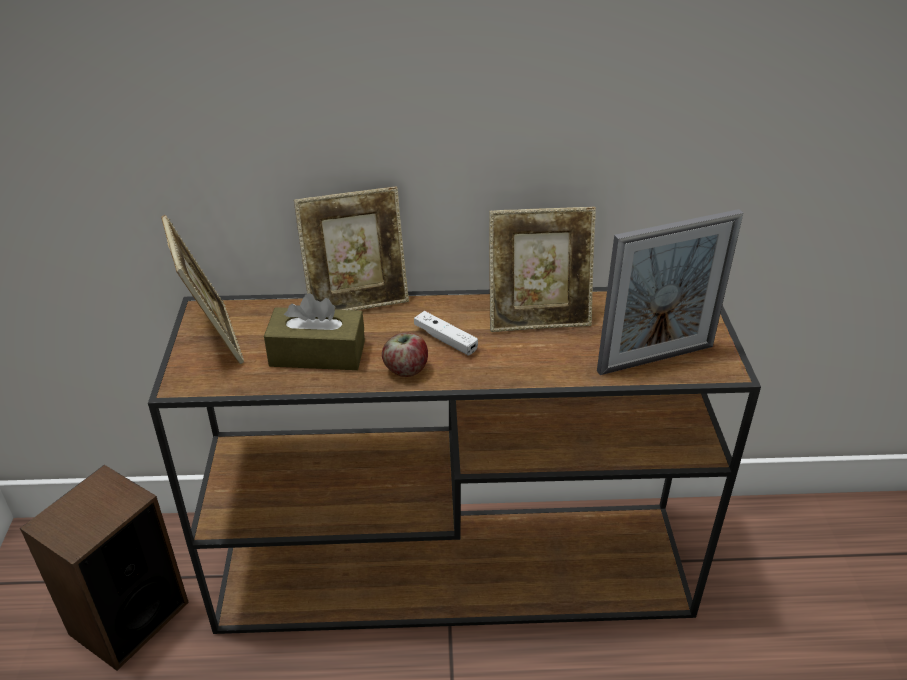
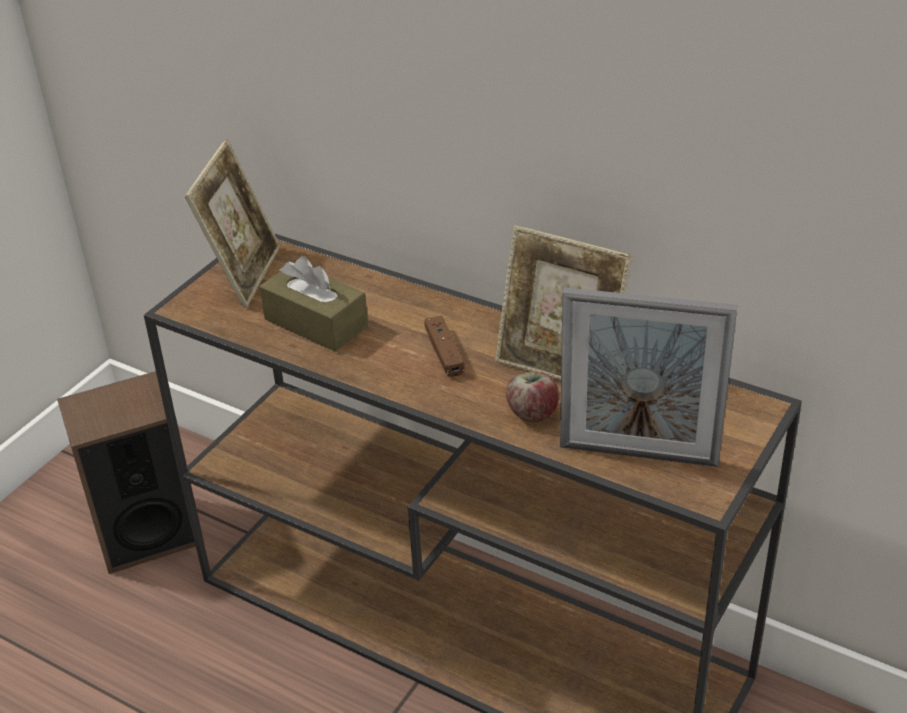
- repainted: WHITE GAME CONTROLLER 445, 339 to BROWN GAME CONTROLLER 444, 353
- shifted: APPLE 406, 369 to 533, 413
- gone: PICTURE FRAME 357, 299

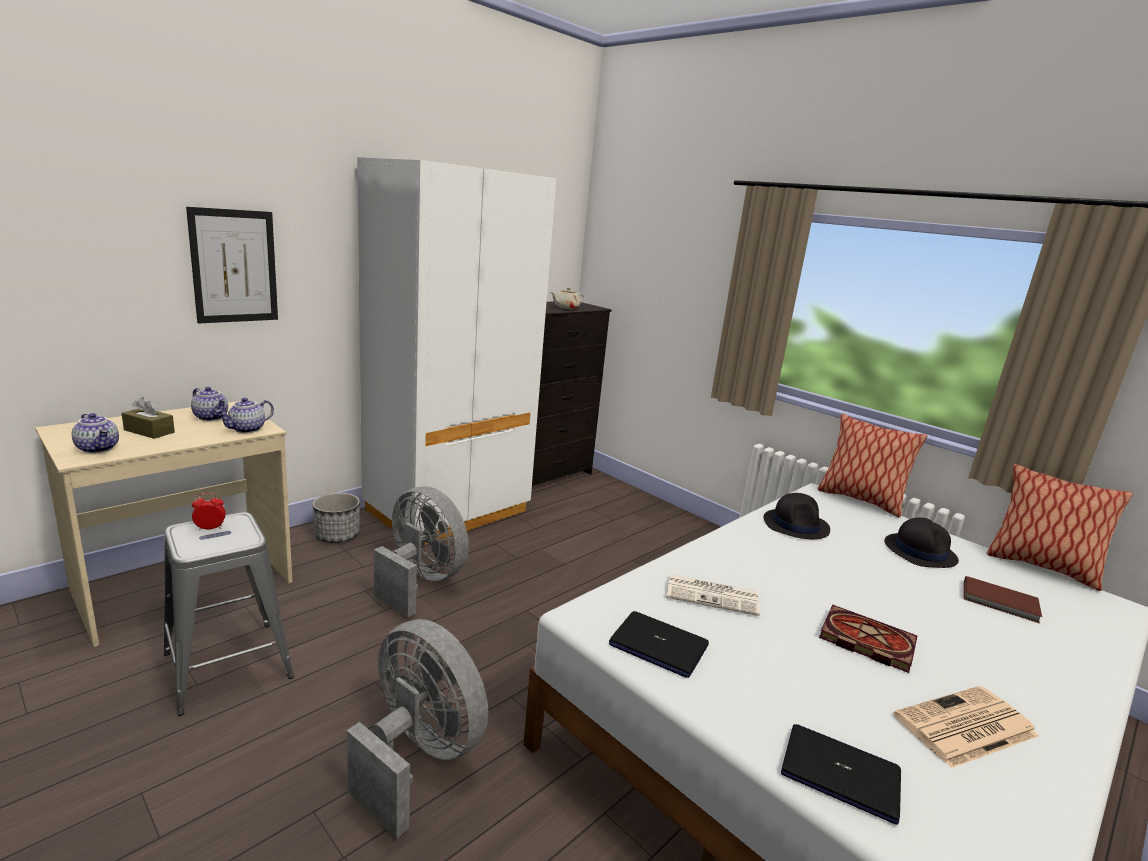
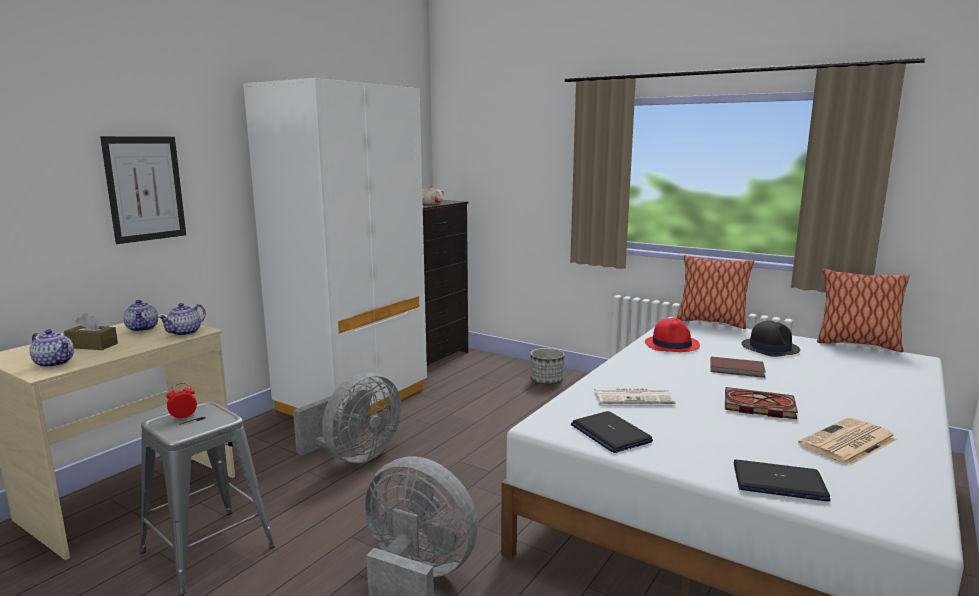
- rotated: TEAPOT 212, 417 = 143, 329 45 degrees clockwise
- rotated: GREY FAN 420, 582 = 355, 456 105 degrees clockwise
- shifted: PLANTER 337, 535 to 546, 380
- rotated: LAPTOP 658, 645 = 610, 433 45 degrees clockwise
- repainted: BLACK HAT 796, 525 to RED HAT 672, 344
- shifted: BROWN BOOK 1001, 602 to 737, 369

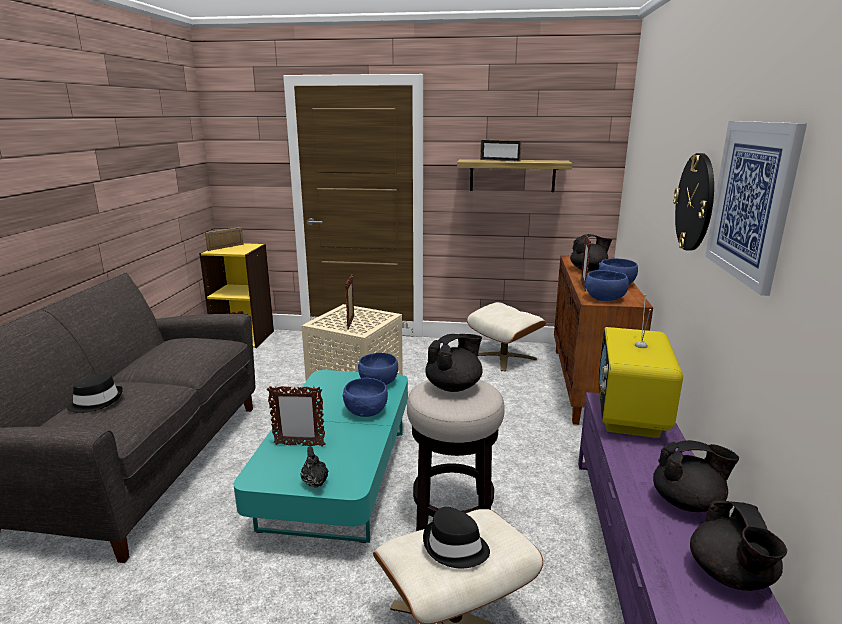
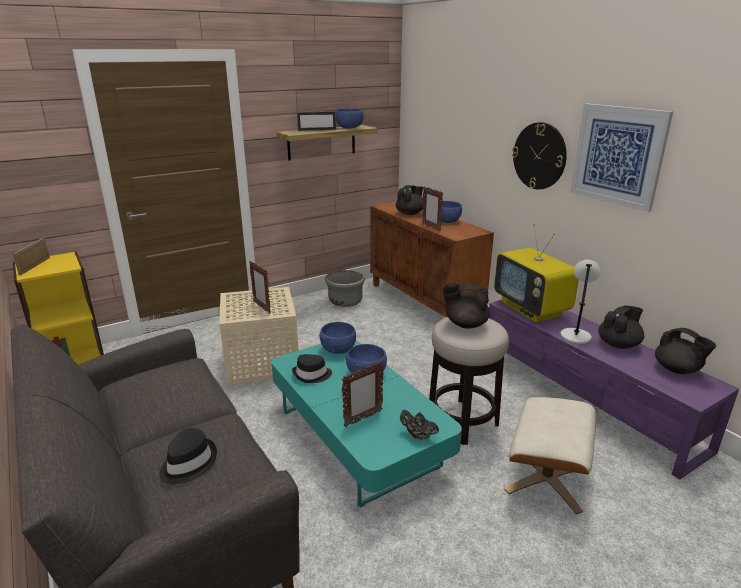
- shifted: BLACK HAT 455, 547 to 312, 375
- swapped: BEIGE OTTOMAN 504, 357 to GREY PLANTER 345, 301
- shifted: BLUE BOWL 605, 299 to 350, 128
- rotated: BLACK TEAPOT 454, 387 = 465, 324 90 degrees counterclockwise
- new: GREY TABLE LAMP 575, 335

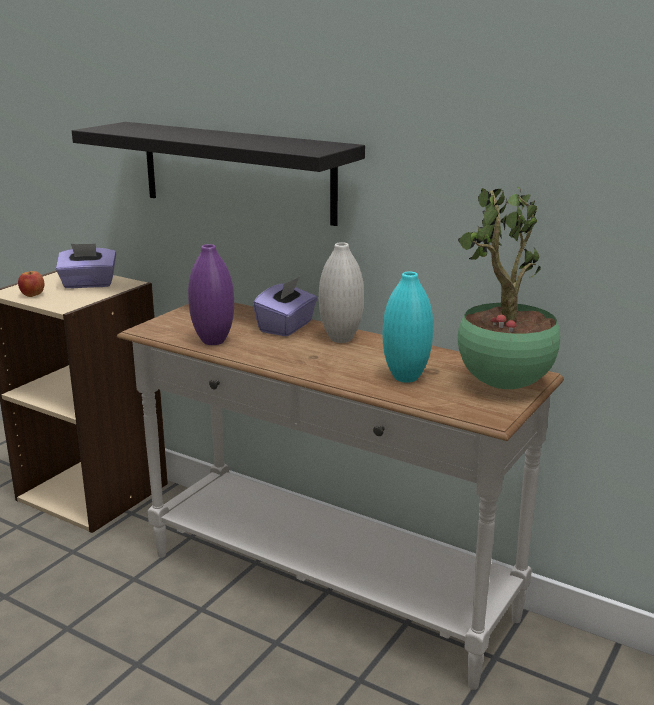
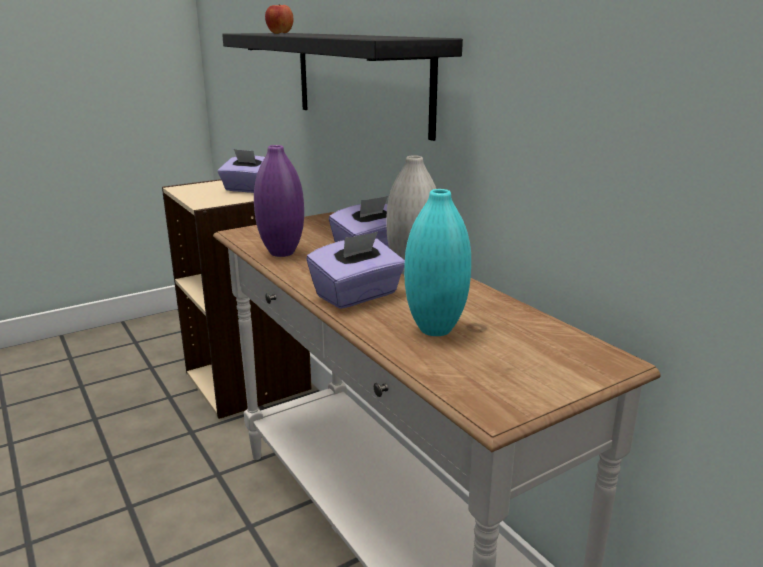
- shifted: APPLE 32, 295 to 280, 33
- new: PURPLE TISSUE BOX 357, 295
- gone: POTTED PLANT 503, 385

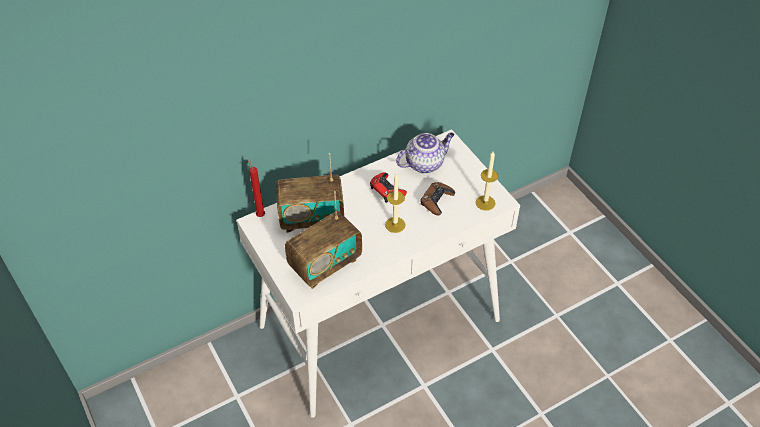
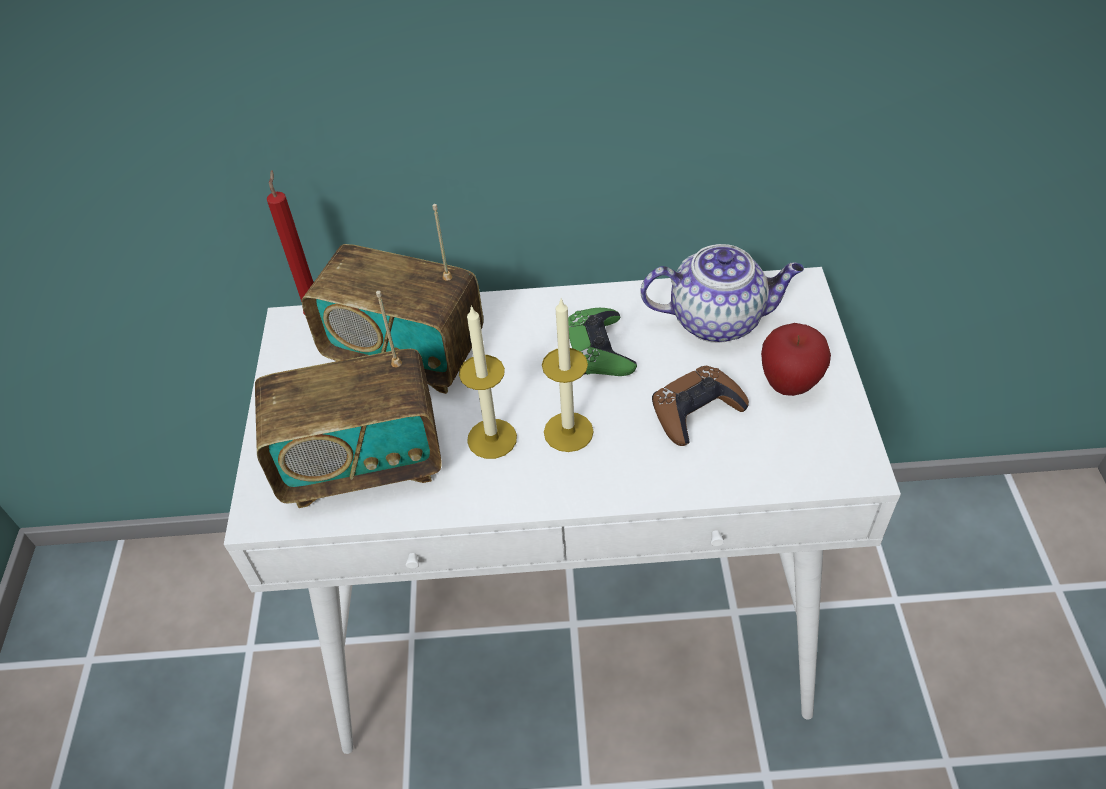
- shifted: CANDLE 485, 203 to 492, 438
- repainted: RED GAME CONTROLLER 387, 190 to GREEN GAME CONTROLLER 599, 350
- new: APPLE 789, 384

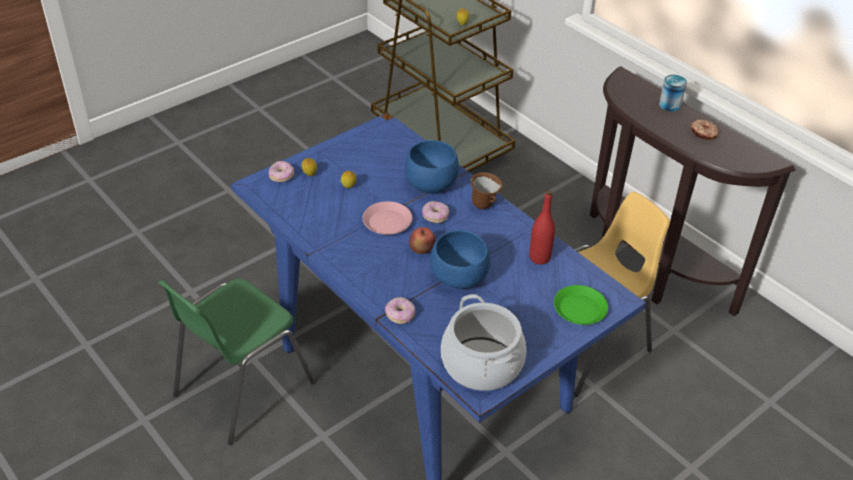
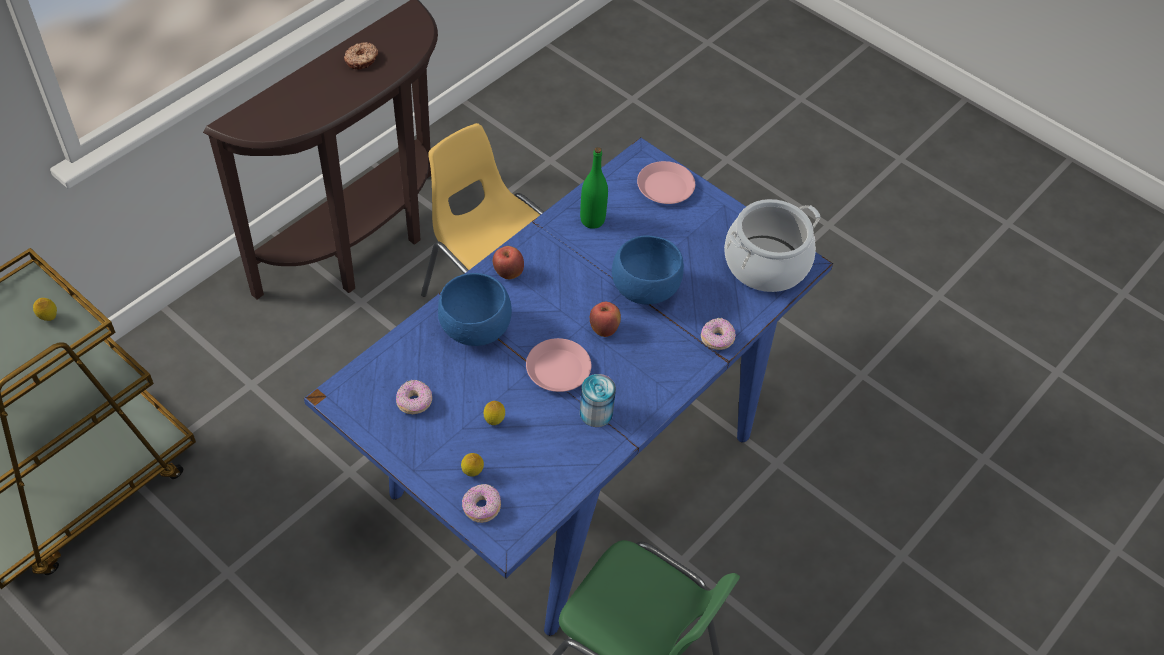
- shifted: DONUT 435, 217 to 414, 402
- swapped: BROWN MUG 484, 206 to APPLE 508, 273
- repainted: RED BOTTLE 539, 258 to GREEN BOTTLE 592, 220
- shifted: CAN 670, 105 to 596, 413
- repainted: GREEN PLATE 580, 309 to PINK PLATE 665, 187

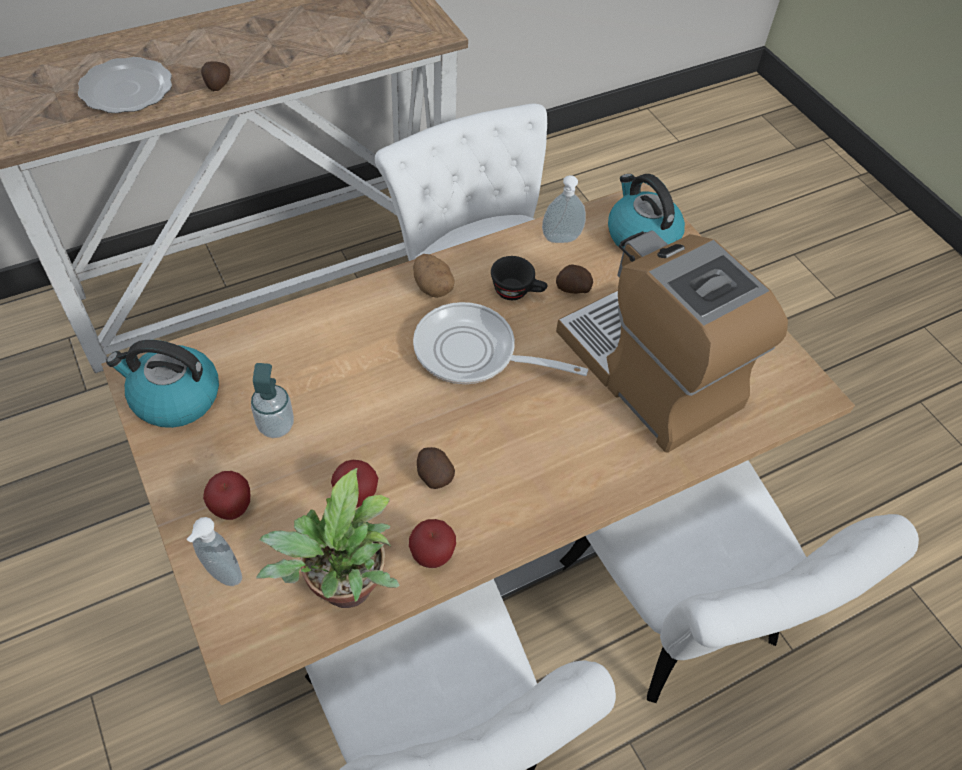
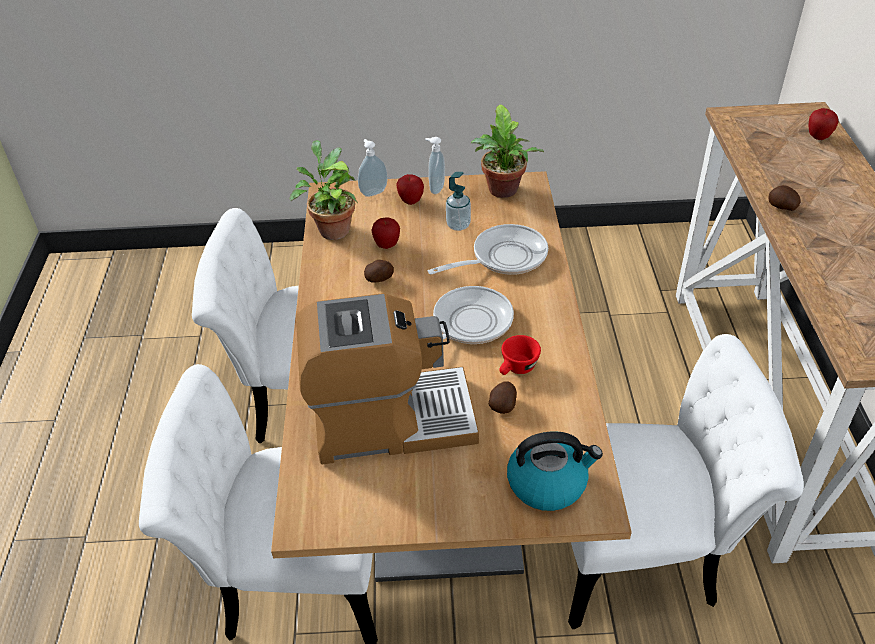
- shifted: SOAP DISPENSER 561, 240 to 435, 188
- new: FRYING PAN 503, 257
- swapped: KETTLE 174, 398 to POTTED PLANT 503, 192
- repainted: BLACK CUP 517, 291 to RED CUP 517, 369
- shifted: APPLE 432, 556 to 818, 137
- gone: PLATE 127, 88
- gone: POTATO 432, 286

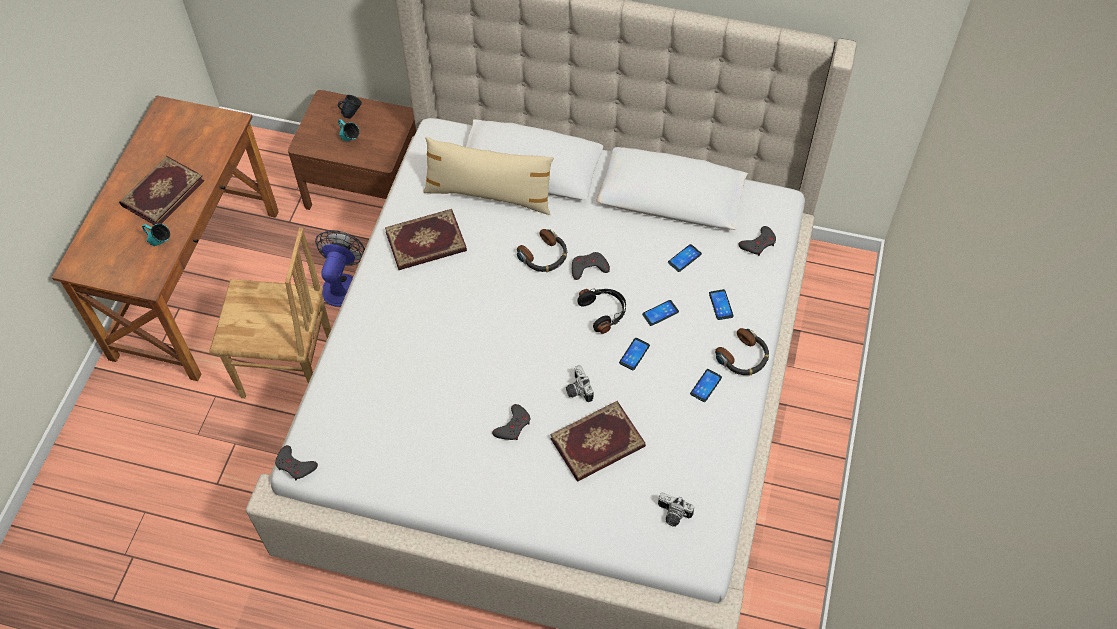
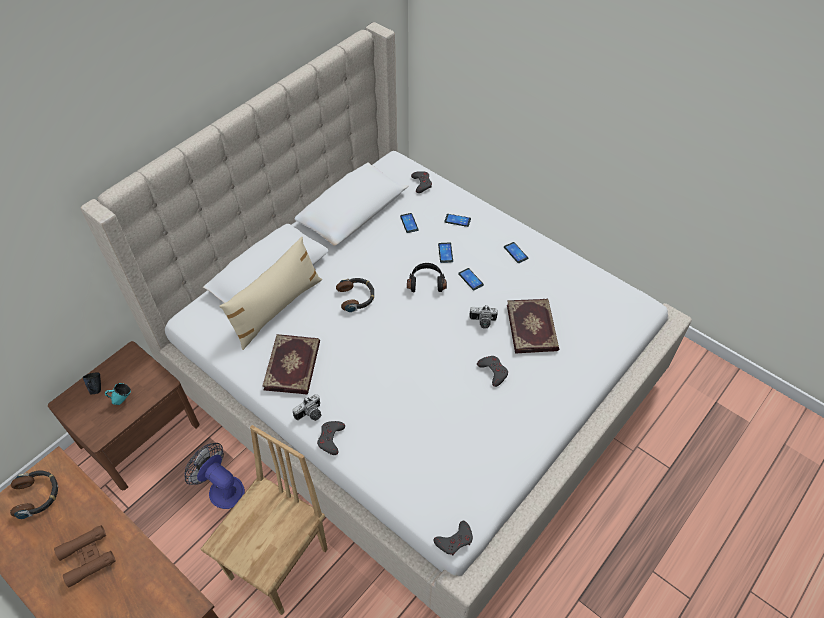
- shifted: HEADPHONES 743, 357 to 37, 495
- swapped: BOOK 162, 192 to BROWN BINOCULARS 87, 557
- shifted: PHOTO CAMERA 672, 515 to 310, 414
- shifted: GREY GAME CONTROLLER 588, 268 to 331, 439
- gone: TURQUOISE MUG 160, 243

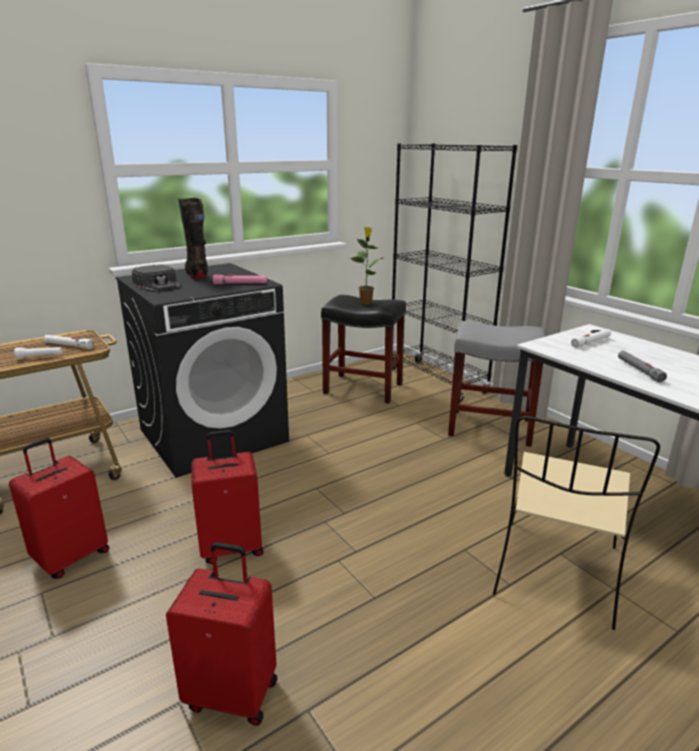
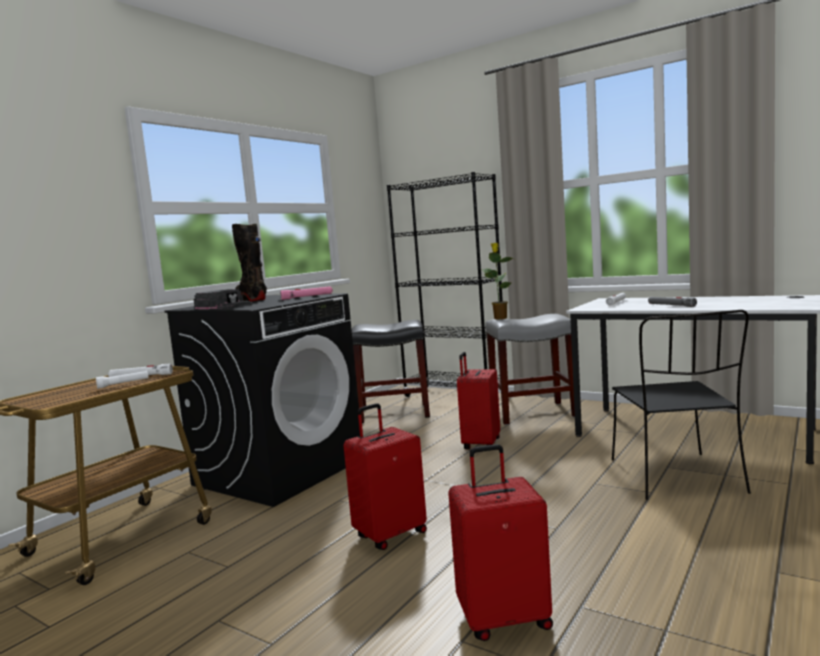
- shifted: RED SUITCASE 71, 557 to 480, 444
- shifted: POTTED PLANT 366, 303 to 500, 318
- repainted: BEIGE CHAIR 556, 573 to BLACK CHAIR 677, 477

